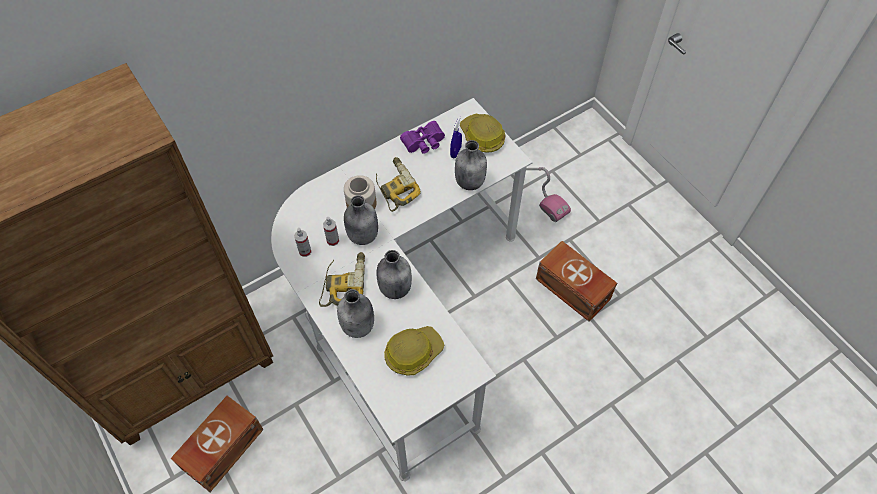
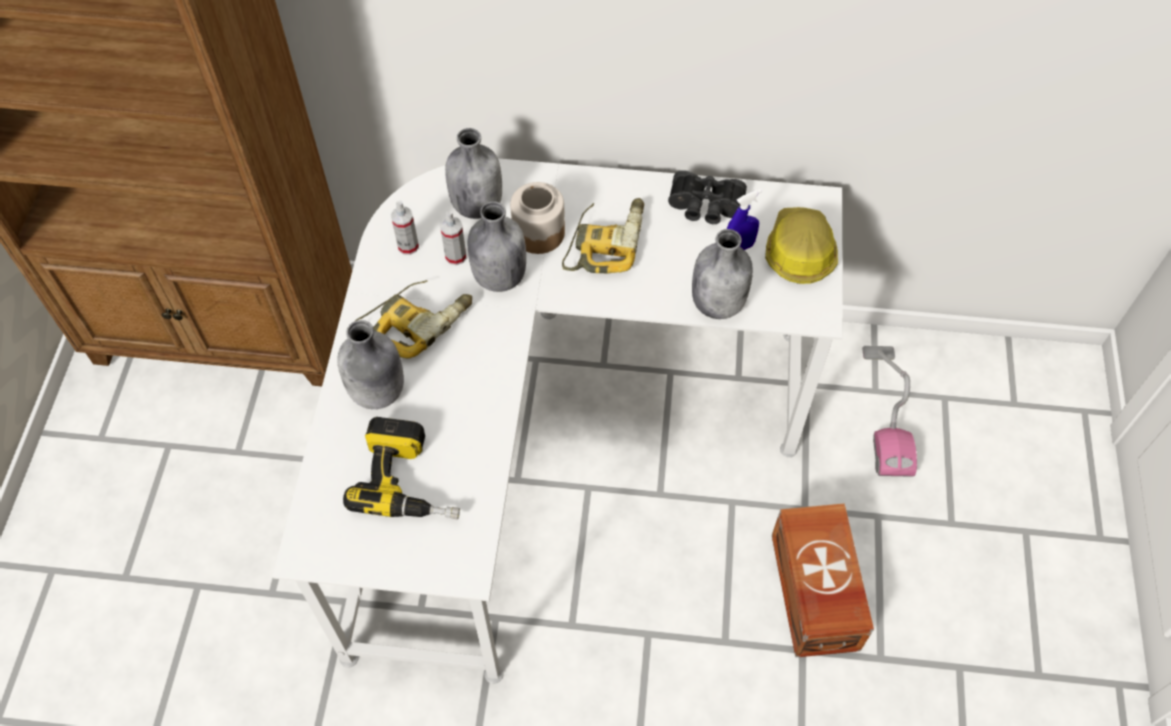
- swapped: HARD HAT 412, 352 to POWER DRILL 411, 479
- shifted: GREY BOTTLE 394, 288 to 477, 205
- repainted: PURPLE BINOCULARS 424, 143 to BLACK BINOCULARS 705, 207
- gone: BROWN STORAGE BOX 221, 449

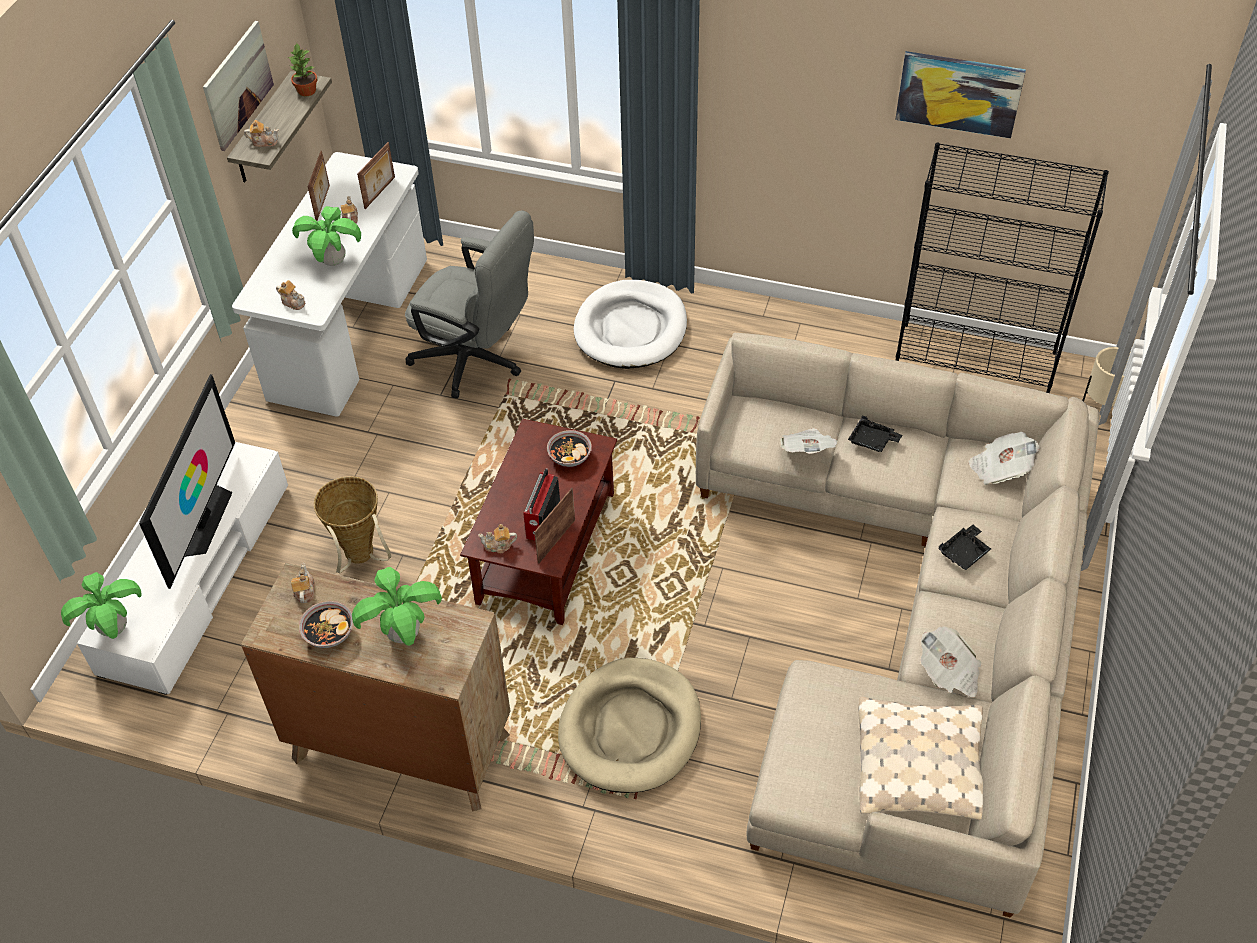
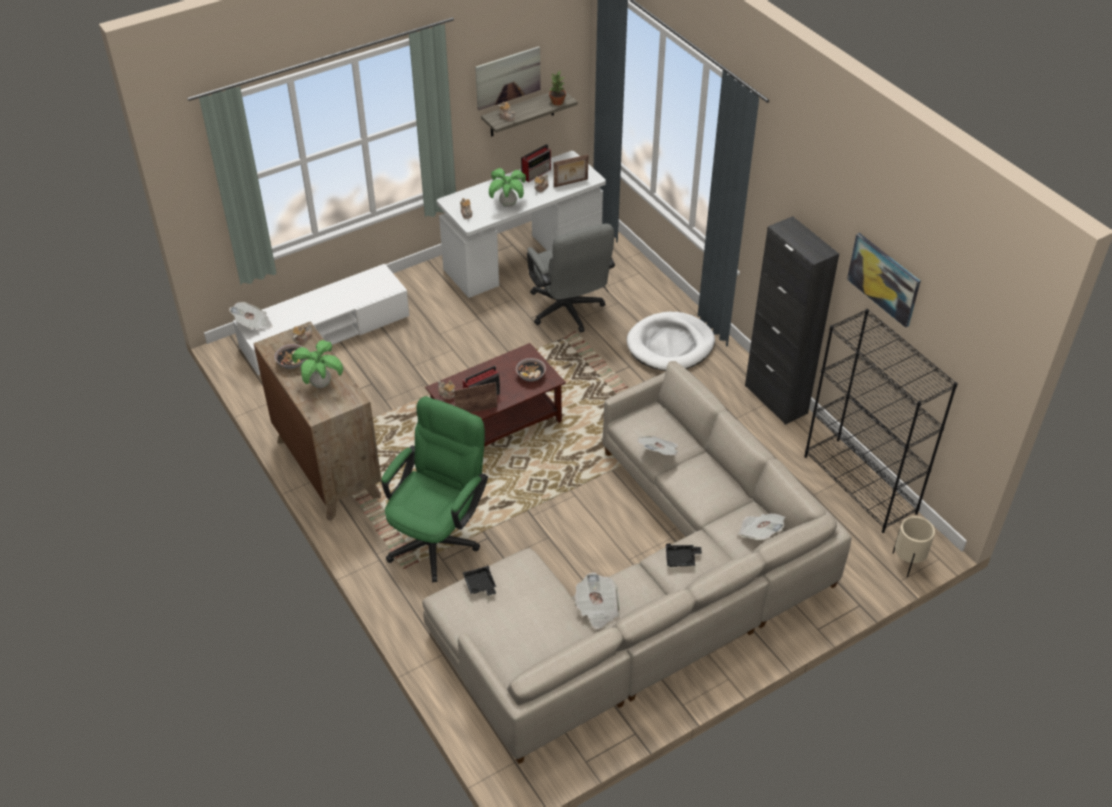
- swapped: POTTED PLANT 114, 628 to NEWSPAPER 253, 324
- swapped: BEIGE DOG BED 630, 729 to GREEN OFFICE CHAIR 438, 536
- shifted: BLACK TRAY 872, 441 to 480, 585
- swapped: PICTURE FRAME 323, 203 to RADIO 536, 173
- new: BLACK CABINET 776, 399
- gone: TELEVISION 203, 520
- gone: BASKET 361, 559
- gone: BEIGE PILLOW 919, 767

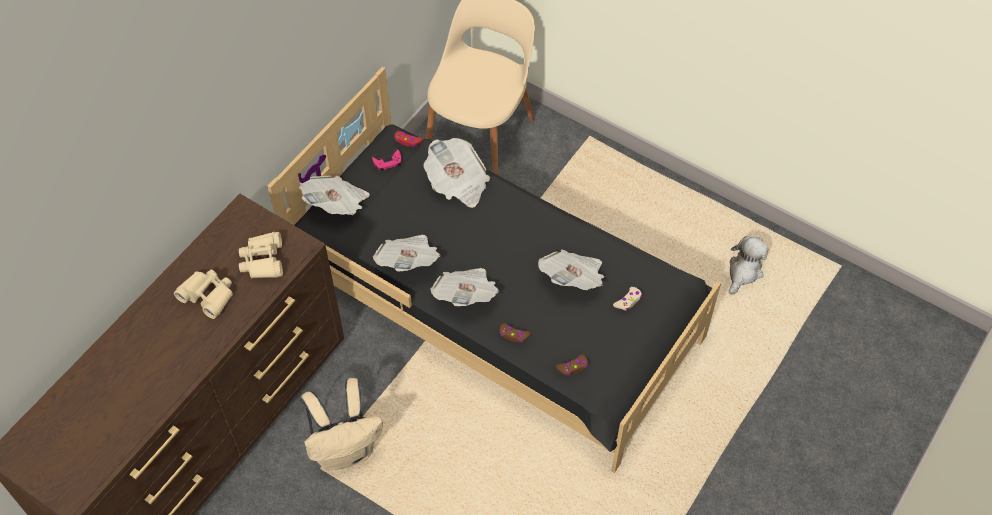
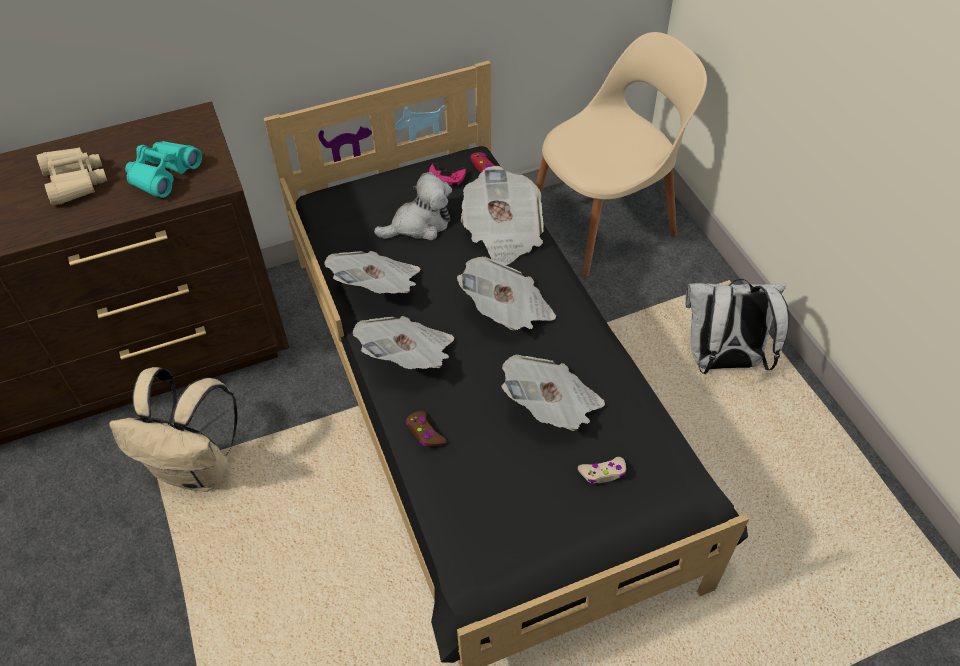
- repainted: BEIGE BINOCULARS 263, 260 to TURQUOISE BINOCULARS 163, 174
- shifted: PLUSH TOY 744, 271 to 419, 224
- shifted: NEWSPAPER 337, 204 to 507, 311
- new: WHITE BACKPACK 722, 361
- gone: BROWN GAME CONTROLLER 573, 367

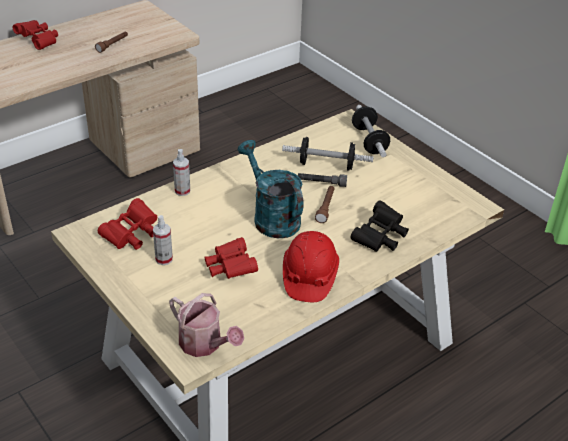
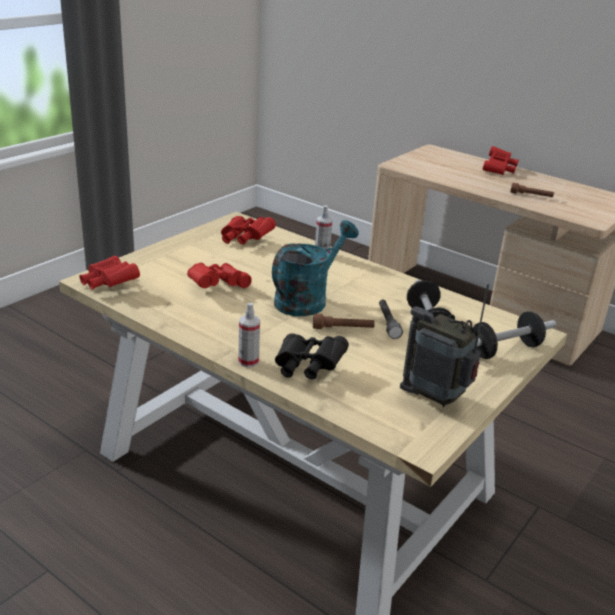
- swapped: WATERING CAN 205, 344 to RED BINOCULARS 109, 284
- shifted: SPRAY BOTTLE 164, 259 to 248, 361
- new: RADIO 435, 398
- gone: RED HARD HAT 309, 277

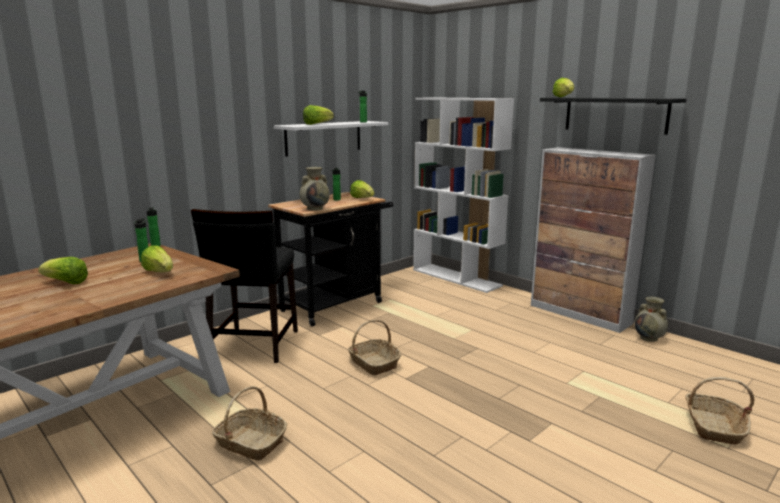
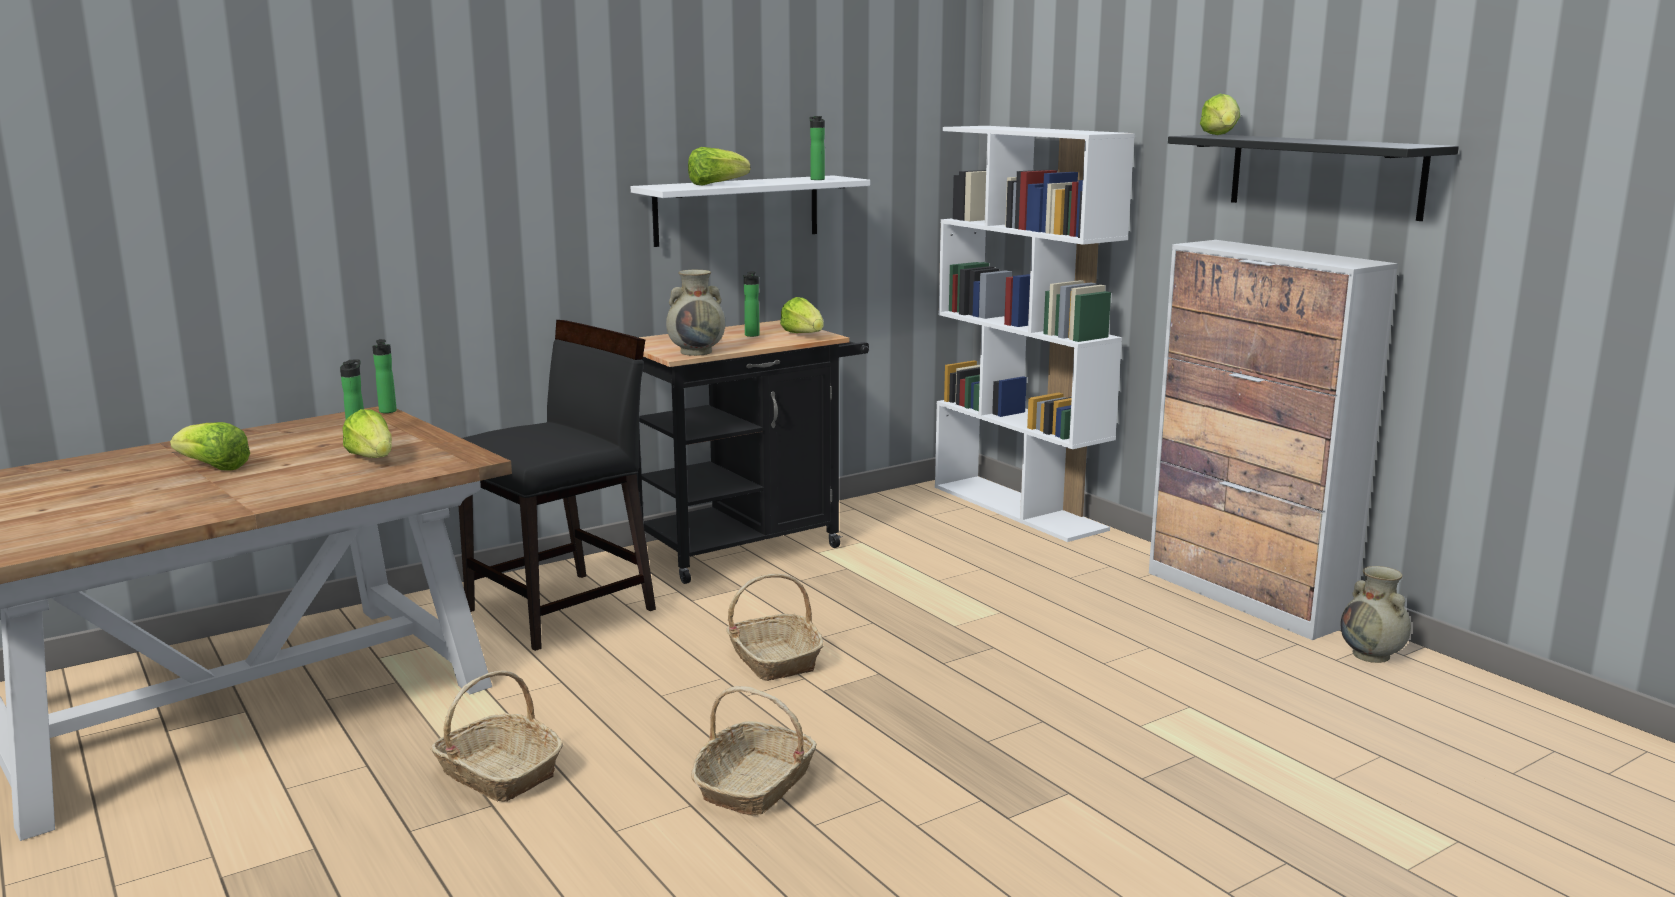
- rotated: BLACK CHAIR 254, 345 = 563, 609 150 degrees counterclockwise
- shifted: BASKET 714, 427 to 755, 785

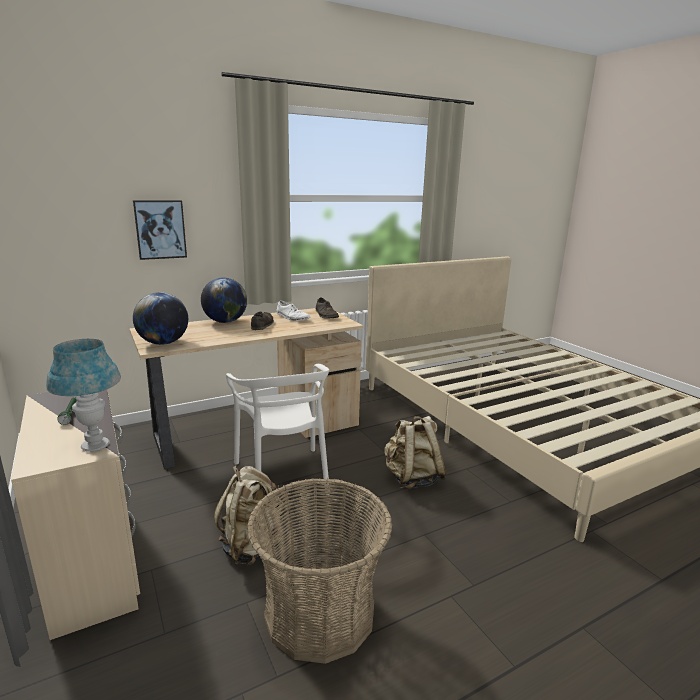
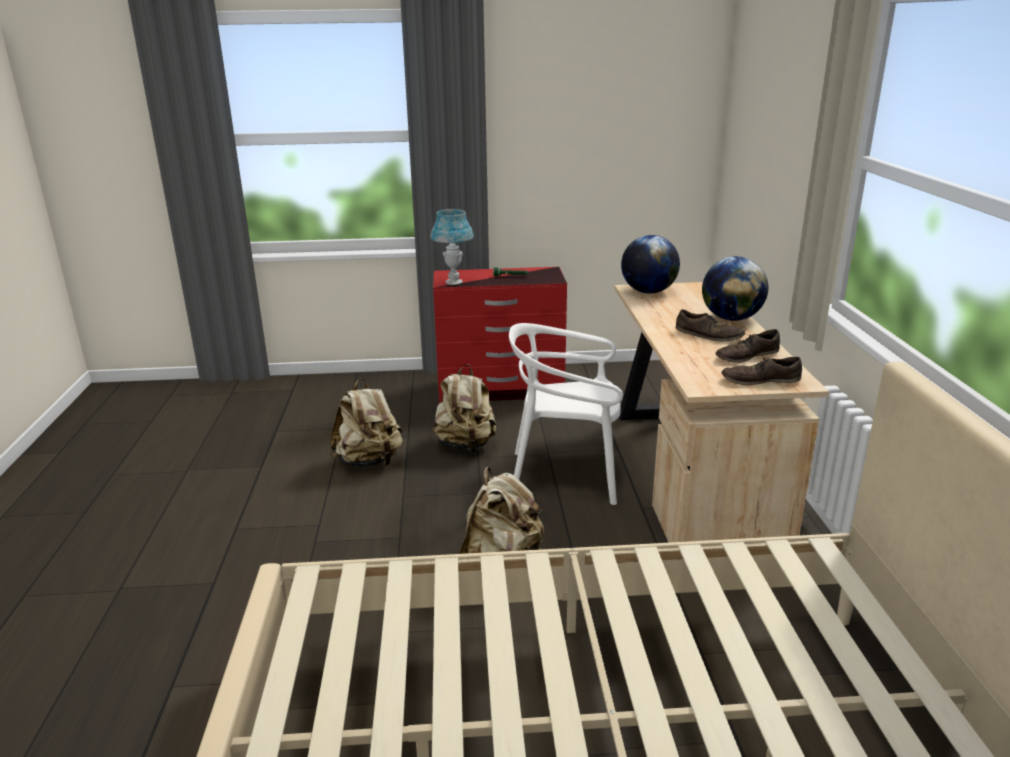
- swapped: BASKET 319, 612 to BEIGE BACKPACK 369, 461
- repainted: BEIGE DRESSER 95, 560 to RED DRESSER 501, 390
- repainted: WHITE SHOE 292, 317 to BROWN SHOE 746, 356
- gone: PICTURE 160, 229

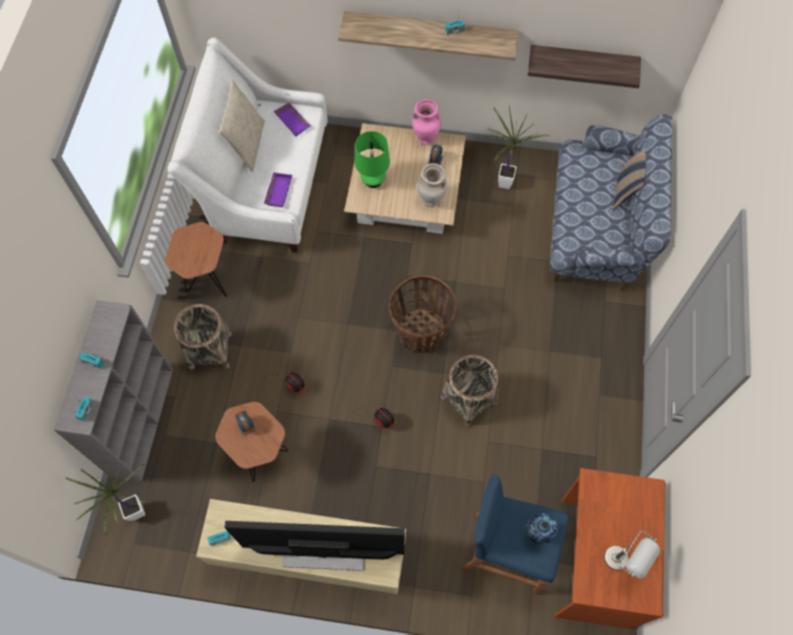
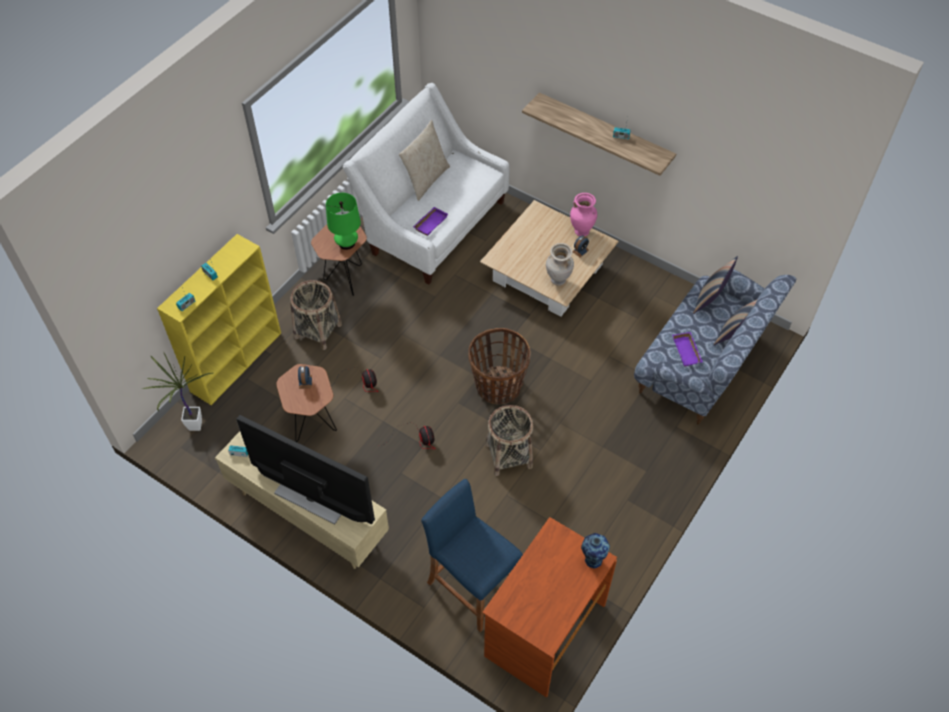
- repainted: GREY BOOKCASE 142, 420 to YELLOW BOOKCASE 237, 361
- shifted: GREEN TABLE LAMP 373, 180 to 346, 243
- shifted: VASE 537, 534 to 592, 560
- shifted: PURPLE TRAY 293, 121 to 687, 351
- new: PILLOW 710, 299
- gone: POTTED PLANT 502, 186
- gone: SHELF 582, 61
- gone: GREY TABLE LAMP 623, 562

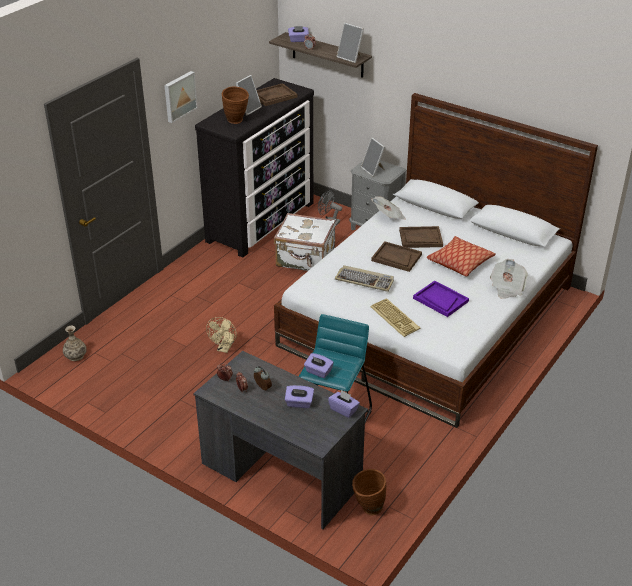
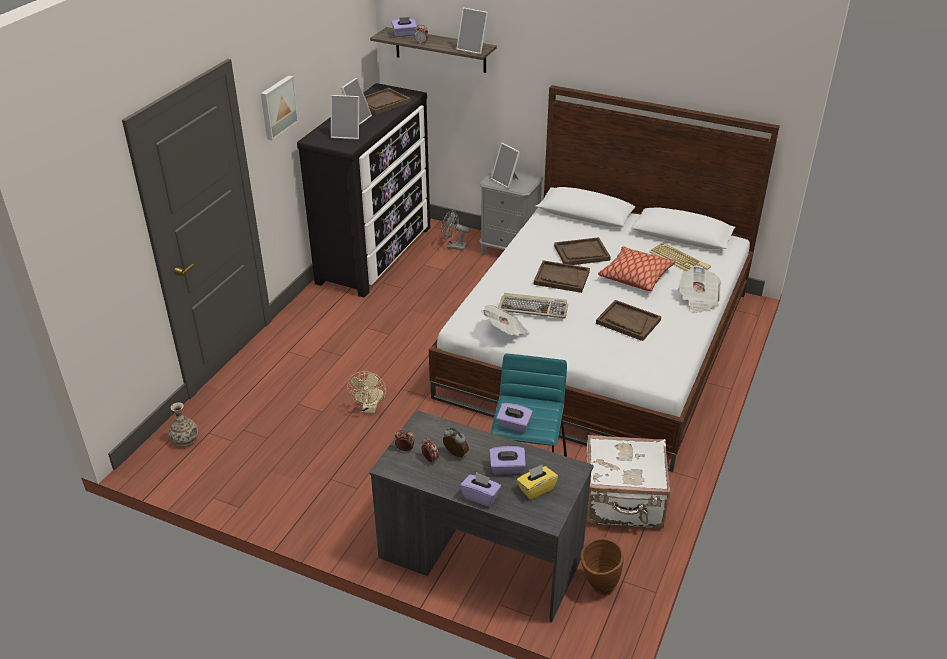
- swapped: BROWN VASE 236, 122 to PICTURE FRAME 347, 134
- shifted: PURPLE TISSUE BOX 344, 409 to 481, 497
- shifted: NEWSPAPER 388, 216 to 505, 331
- new: YELLOW TISSUE BOX 536, 489
- shifted: WHITE SUITCASE 305, 259 to 623, 503
- repainted: PURPLE TRAY 440, 300 to BROWN TRAY 628, 322
- shifted: KEYBOARD 396, 318 to 680, 260

